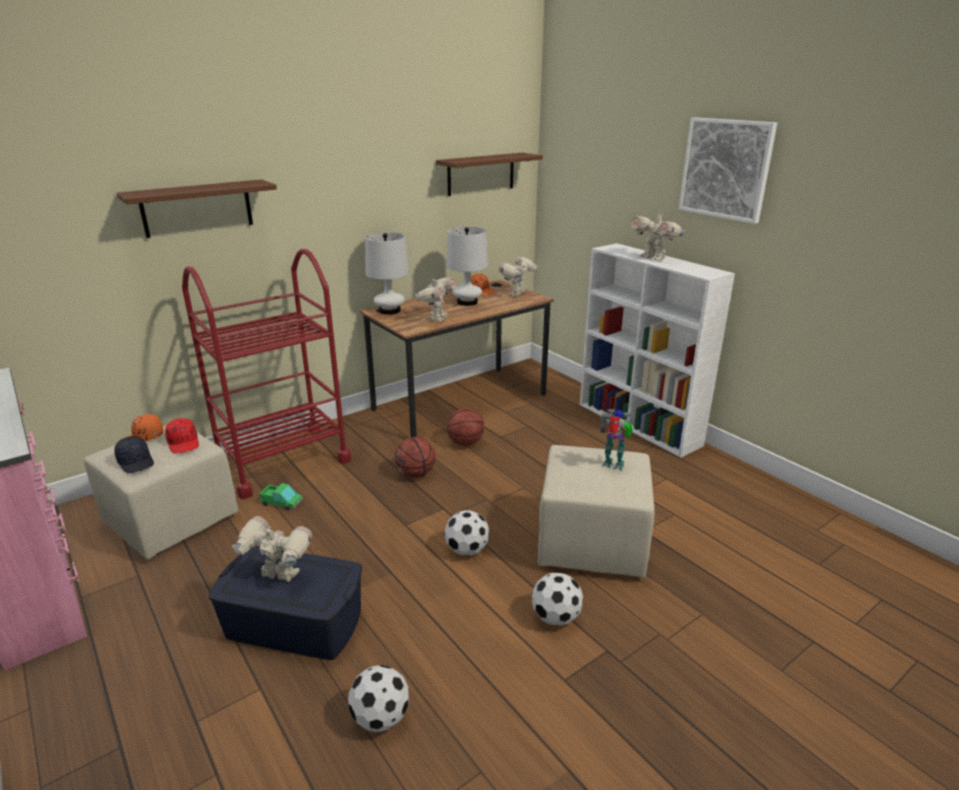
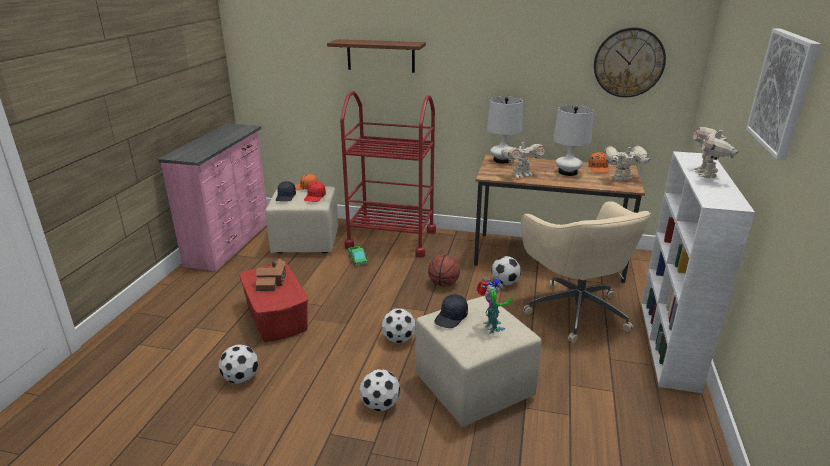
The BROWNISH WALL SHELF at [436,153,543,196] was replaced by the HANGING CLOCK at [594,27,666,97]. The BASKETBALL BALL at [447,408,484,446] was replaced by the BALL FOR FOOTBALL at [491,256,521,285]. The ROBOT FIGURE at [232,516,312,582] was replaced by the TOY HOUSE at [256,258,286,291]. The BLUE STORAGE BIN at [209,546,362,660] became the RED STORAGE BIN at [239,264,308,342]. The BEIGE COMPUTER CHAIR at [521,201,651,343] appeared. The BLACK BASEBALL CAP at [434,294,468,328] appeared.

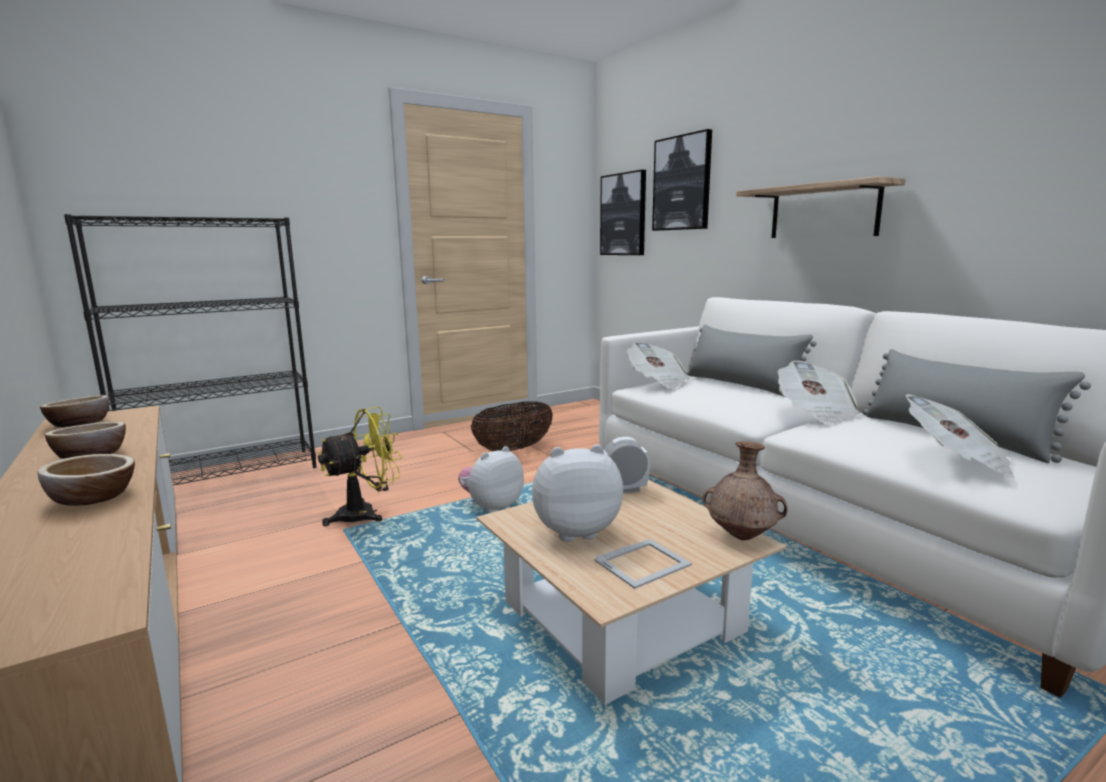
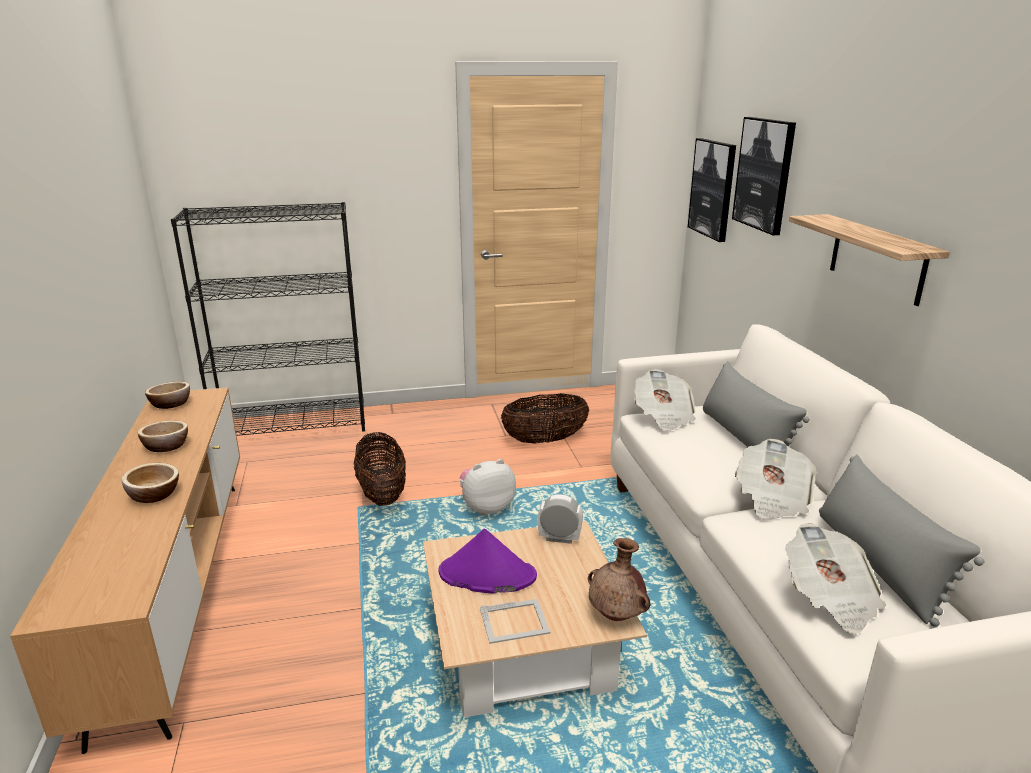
The YELLOW-COLOURED COOLING FAN at [318,407,402,526] was replaced by the STORAGE BASKET at [354,432,406,506]. The SOFT TOY at [532,444,623,541] was replaced by the PURPLE HAT at [439,529,537,593].

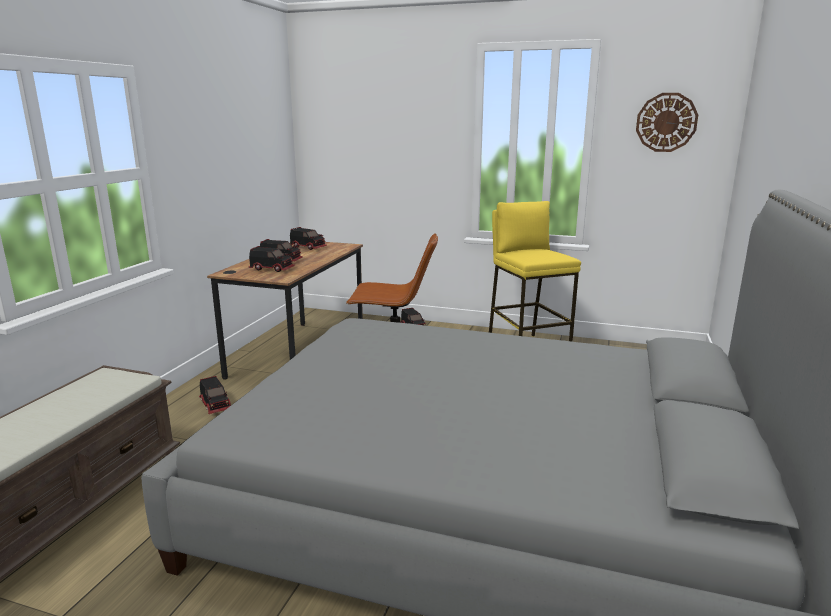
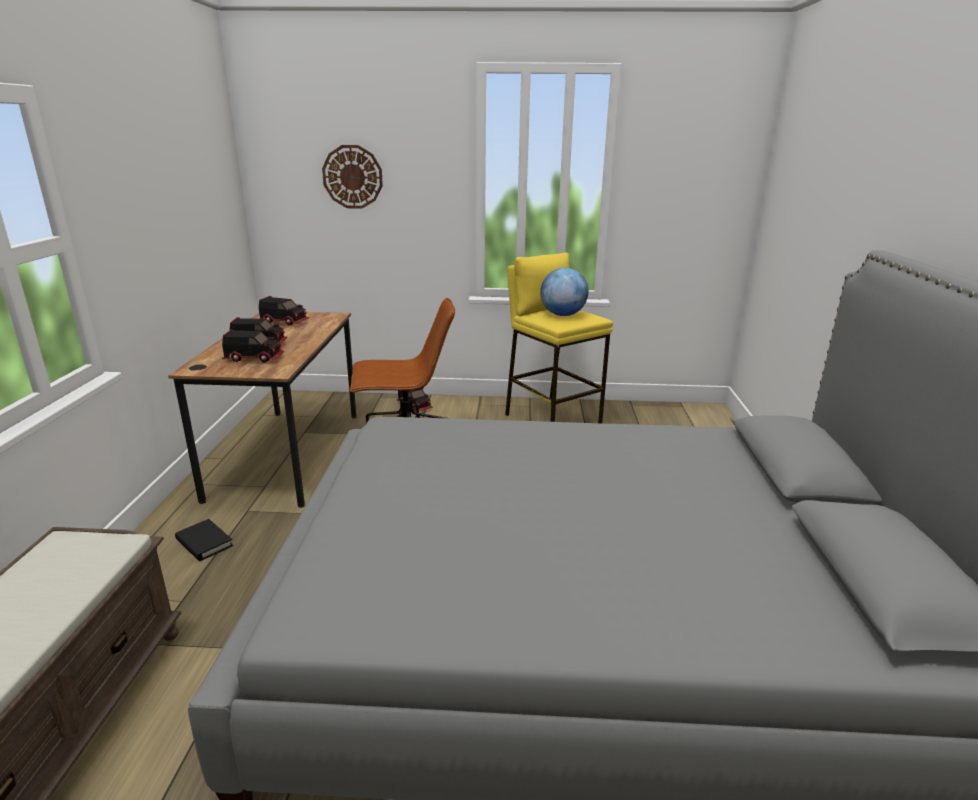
The HANGING CLOCK moved from [636,93,698,152] to [322,145,383,209]. The TOY LORRY at [199,376,231,414] was replaced by the BLACK BOUND BOOK at [175,519,233,561]. The DESK GLOBE at [540,268,588,316] appeared.

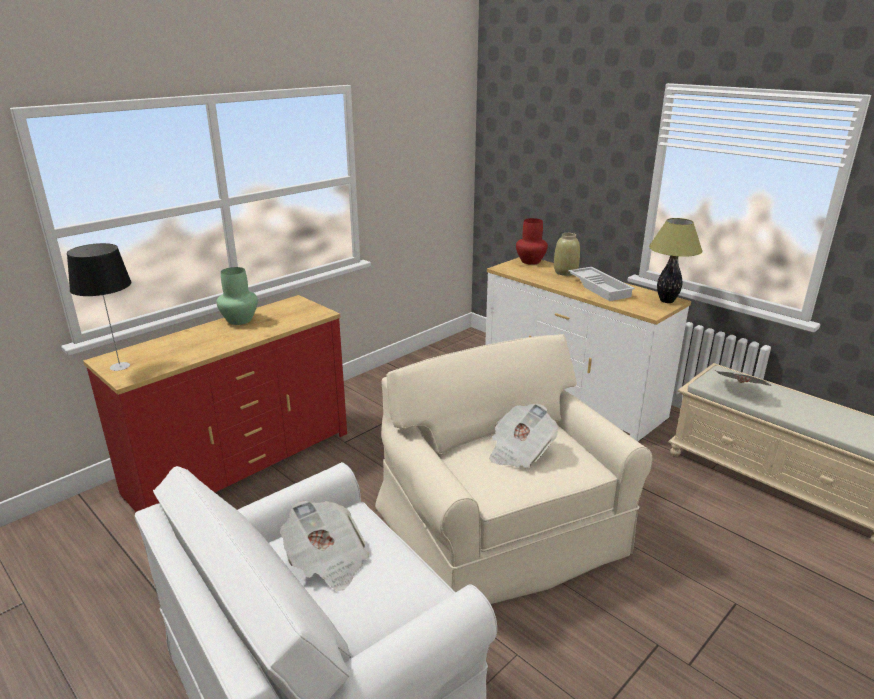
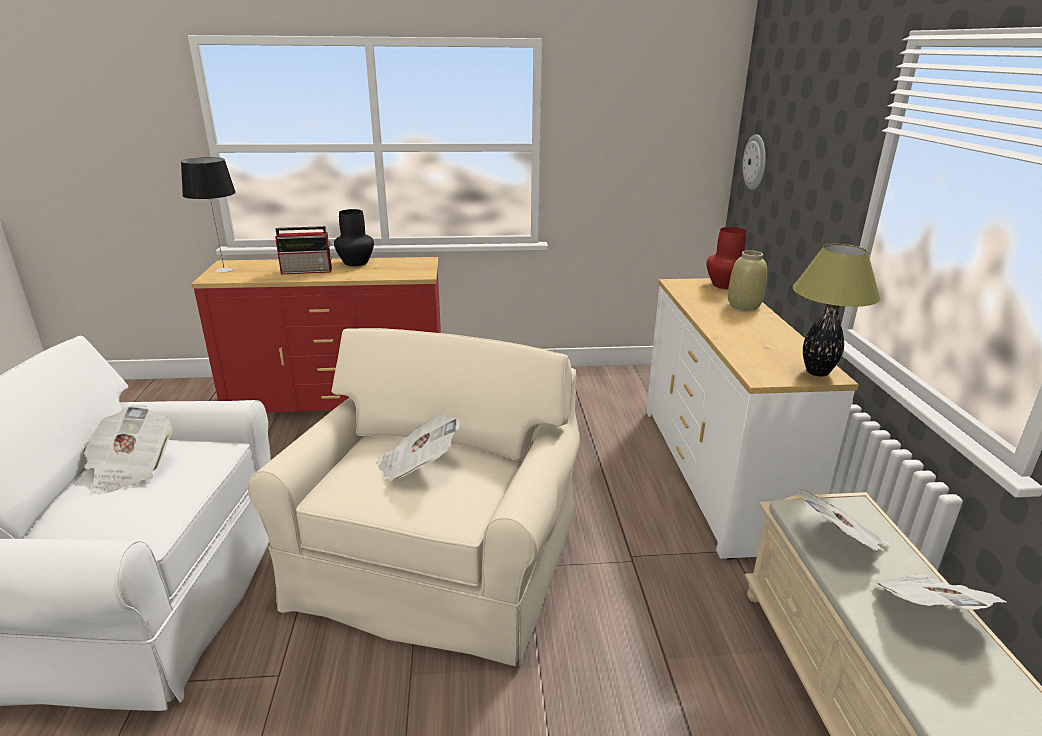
The GREEN VASE at [216,267,258,325] became the BLACK VASE at [334,209,374,266]. The WHITISH CARRYING TRAY at [568,267,635,301] disappeared. The HANGING CLOCK at [742,134,766,190] appeared. The RADIO RECEIVER at [275,226,332,275] appeared. The DAILY PAPER at [874,574,1007,610] appeared.

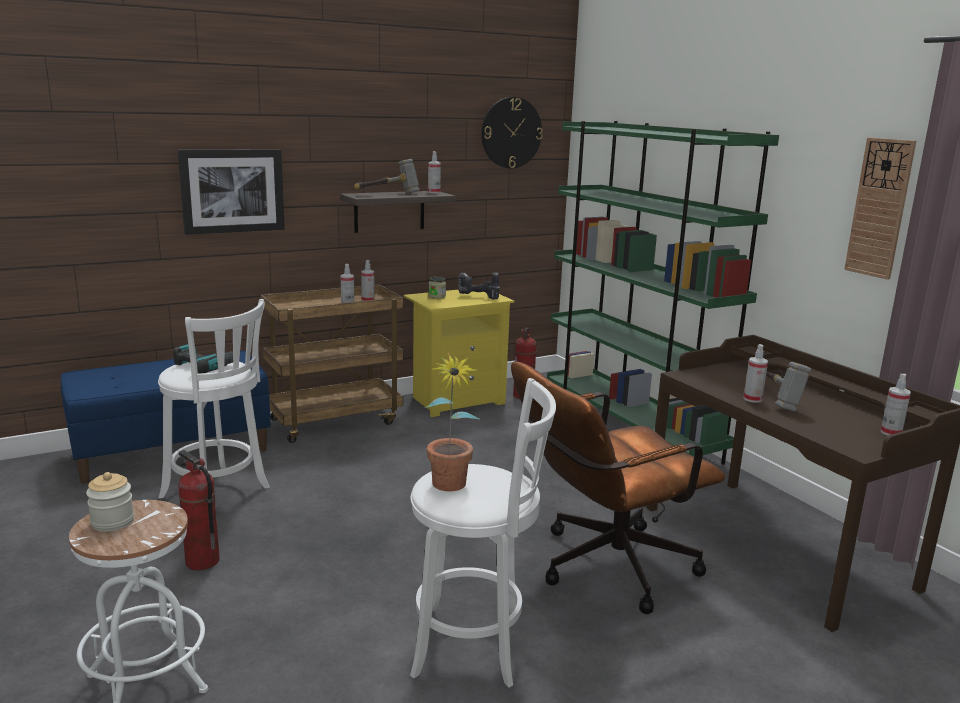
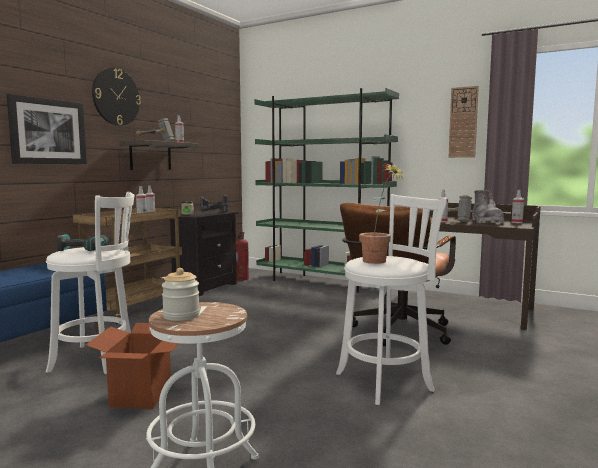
The HANGING CLOCK moved from [481,97,543,169] to [92,68,141,126]. The YELLOW-COLOURED BEDSIDE TABLE at [404,290,514,417] became the BLACK BEDSIDE TABLE at [170,211,238,296]. The FIRE EXTINGUISHER at [178,450,220,570] was replaced by the PACKING BOX at [85,323,179,409]. The GREY BOOT at [472,190,504,223] appeared.

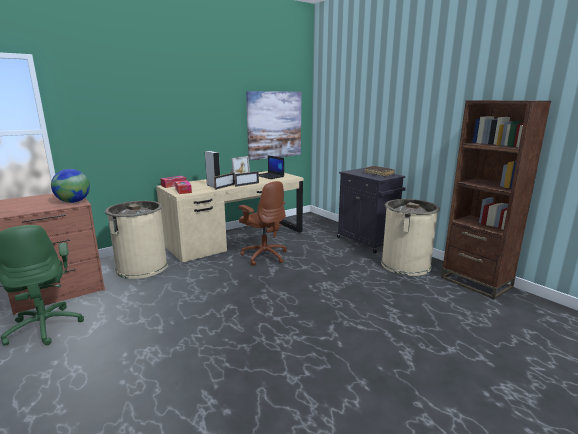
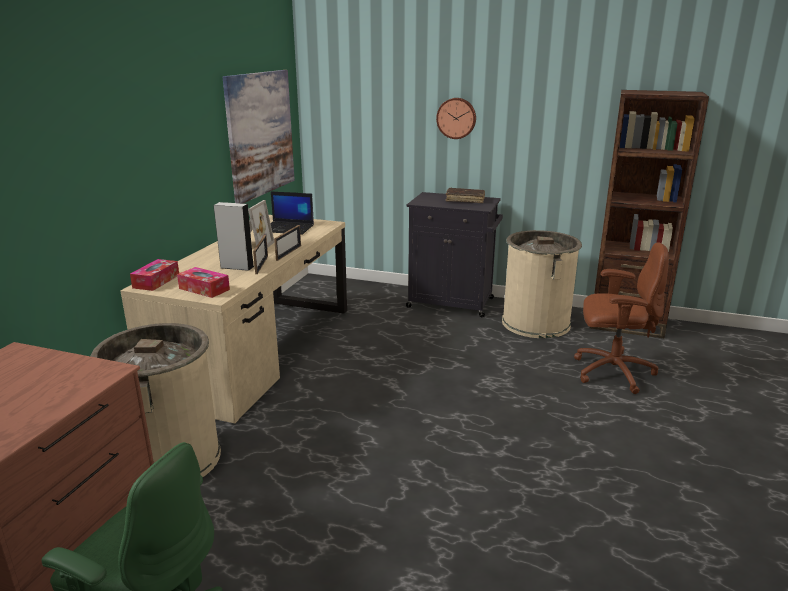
The DESK GLOBE at [51,169,90,203] disappeared. The BROWNISH COMPUTER CHAIR moved from [239,181,287,266] to [574,242,669,394]. The HANGING CLOCK at [436,98,476,139] appeared.

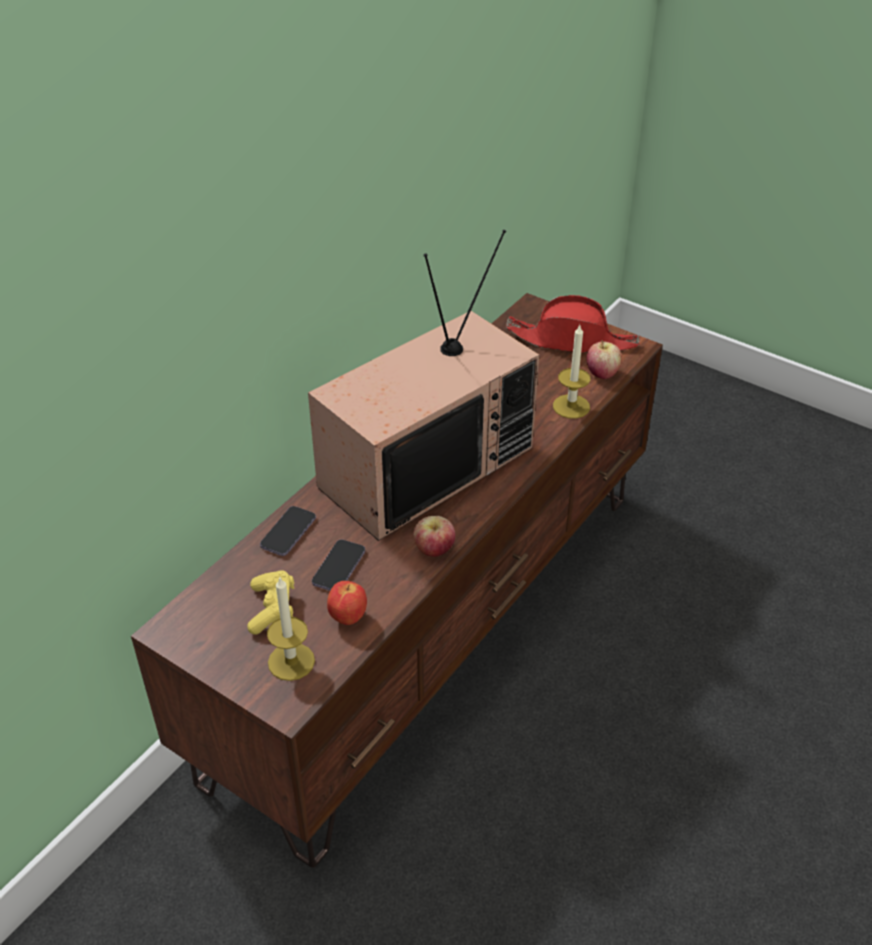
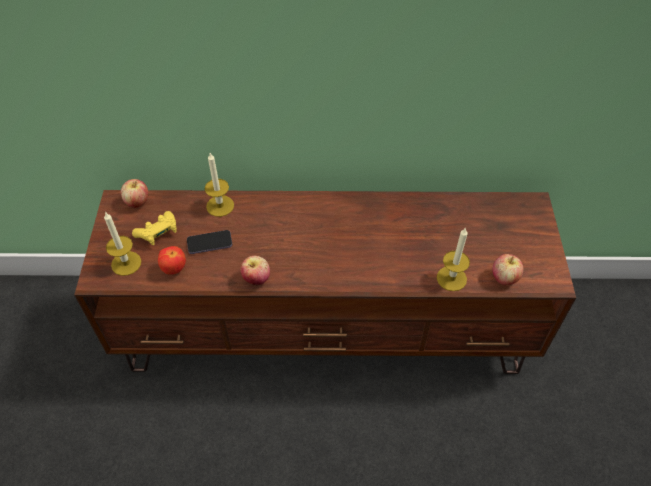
The TV SET at [308,230,539,541] disappeared. The RED HAT at [506,295,640,352] disappeared. The HANDSET at [260,506,316,556] was replaced by the WAX CANDLE at [205,153,234,217]. The APPLE at [121,179,148,208] appeared.

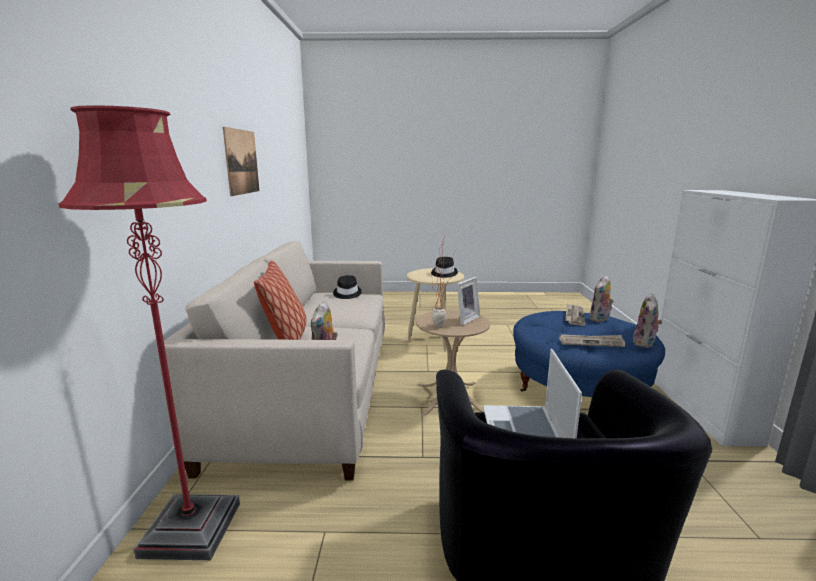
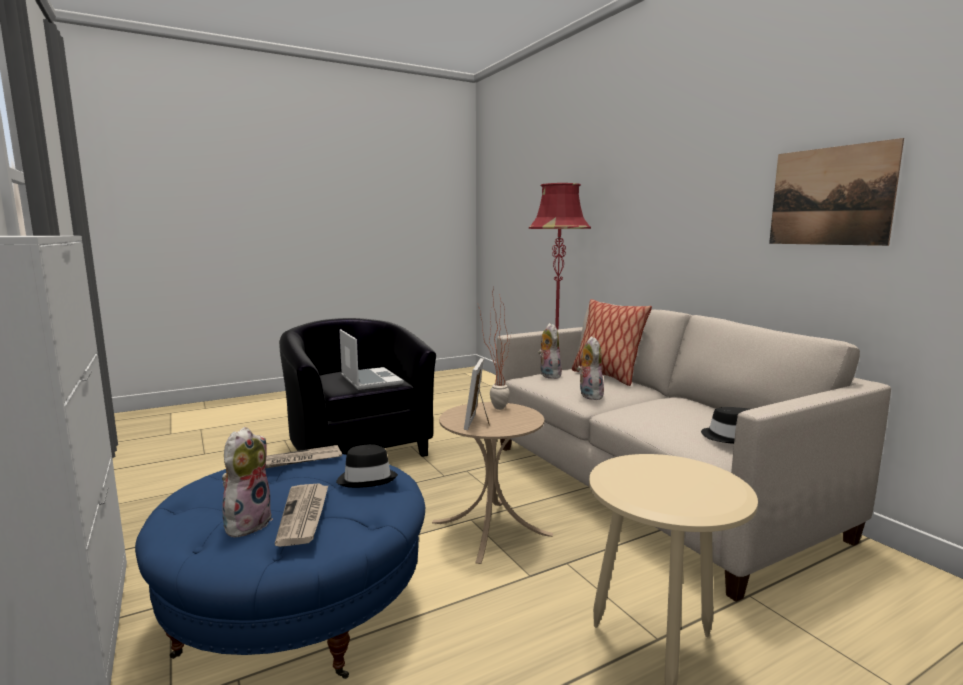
The BLACK HAT moved from [431,257,458,278] to [336,444,398,488]. The SOFT TOY moved from [632,293,662,348] to [577,336,604,400].

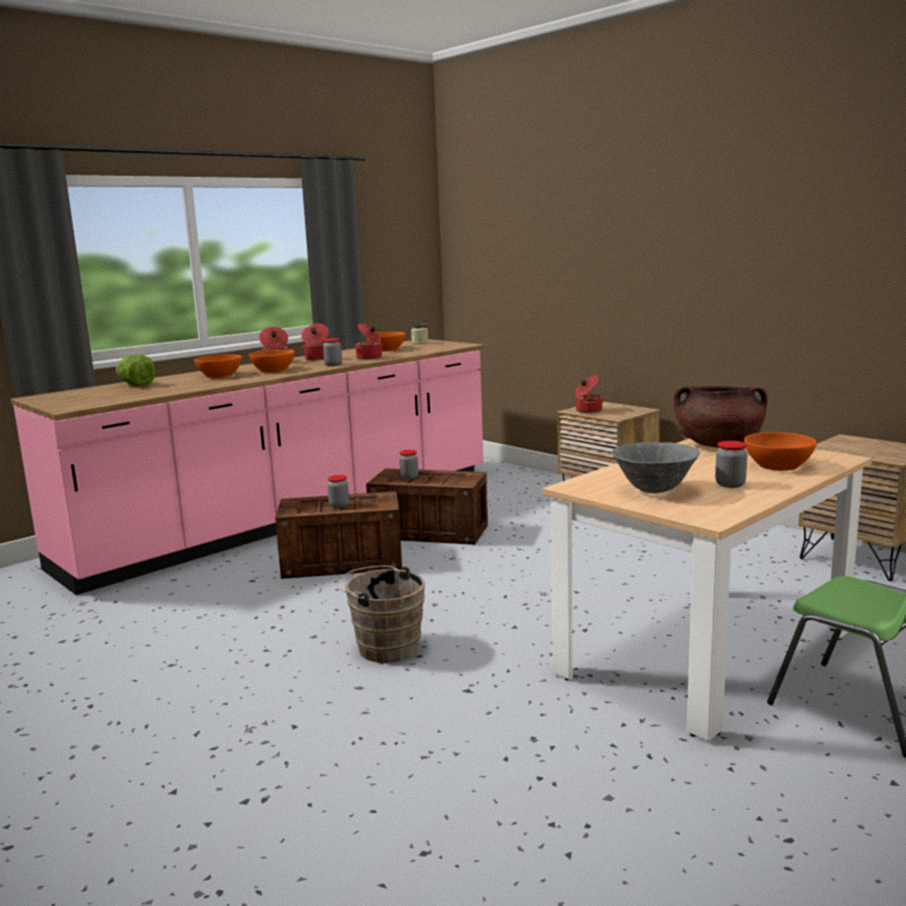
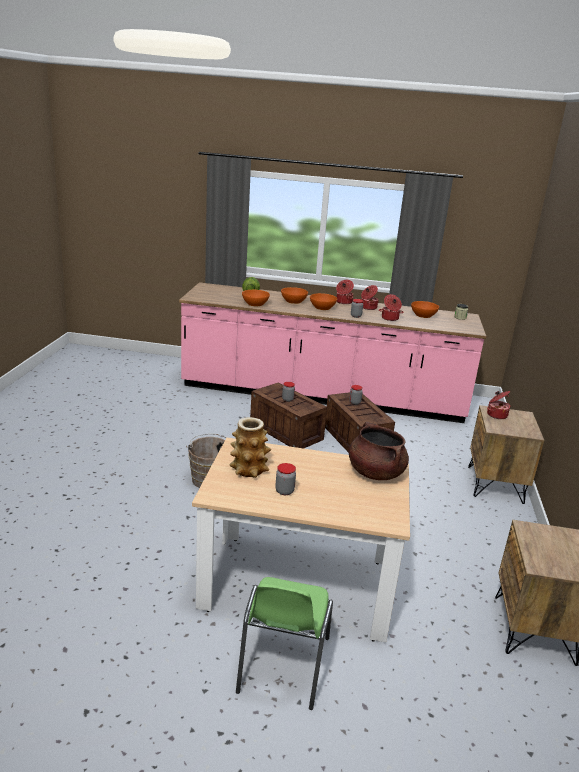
The ORANGE-COLOURED SERVING BOWL moved from [744,432,817,471] to [242,290,270,306]. The GREY SERVING BOWL at [611,442,700,493] was replaced by the VASE at [230,417,271,478].

